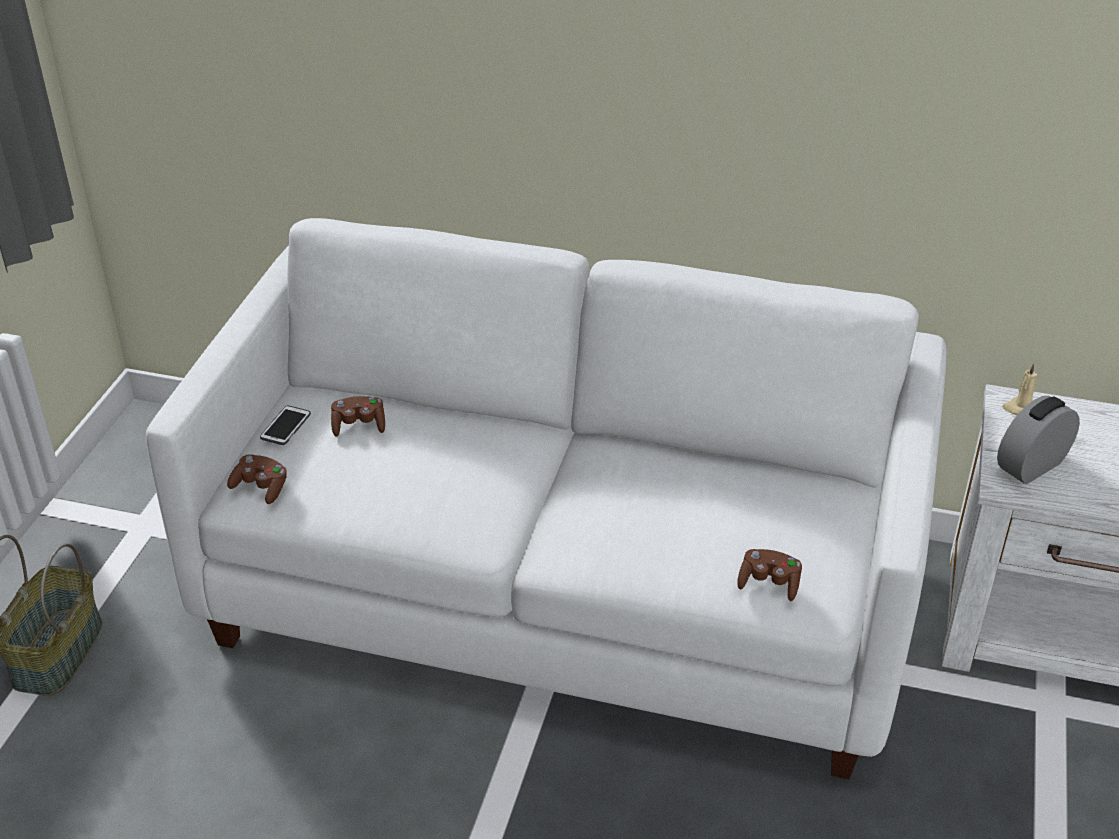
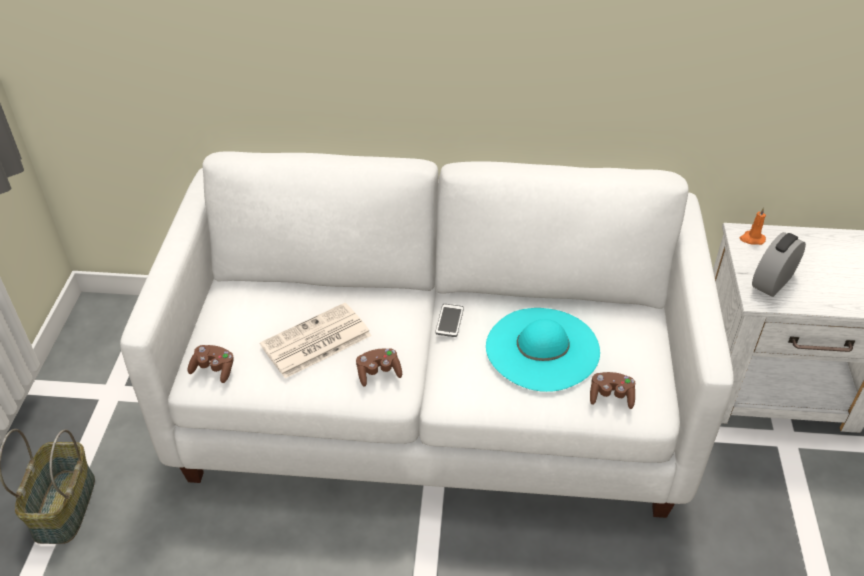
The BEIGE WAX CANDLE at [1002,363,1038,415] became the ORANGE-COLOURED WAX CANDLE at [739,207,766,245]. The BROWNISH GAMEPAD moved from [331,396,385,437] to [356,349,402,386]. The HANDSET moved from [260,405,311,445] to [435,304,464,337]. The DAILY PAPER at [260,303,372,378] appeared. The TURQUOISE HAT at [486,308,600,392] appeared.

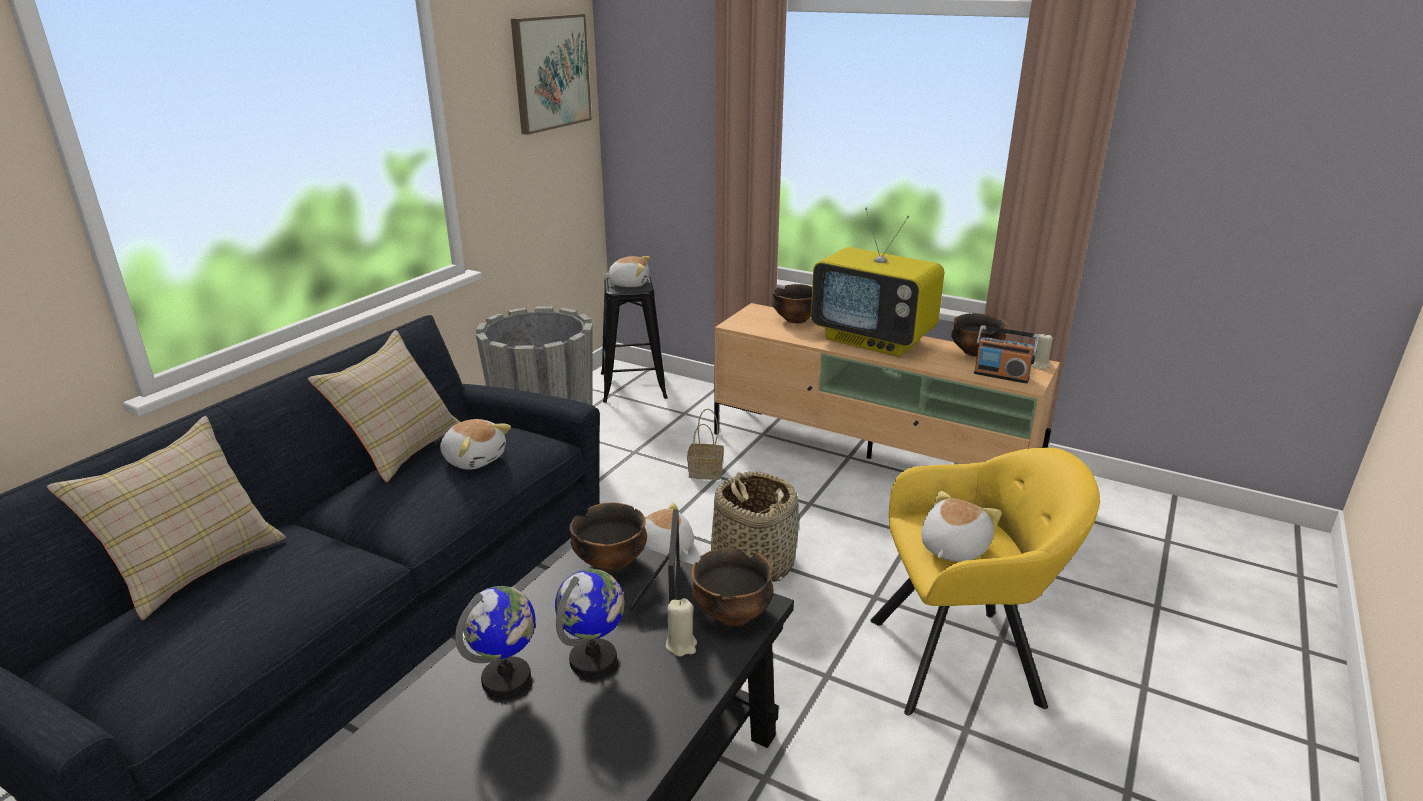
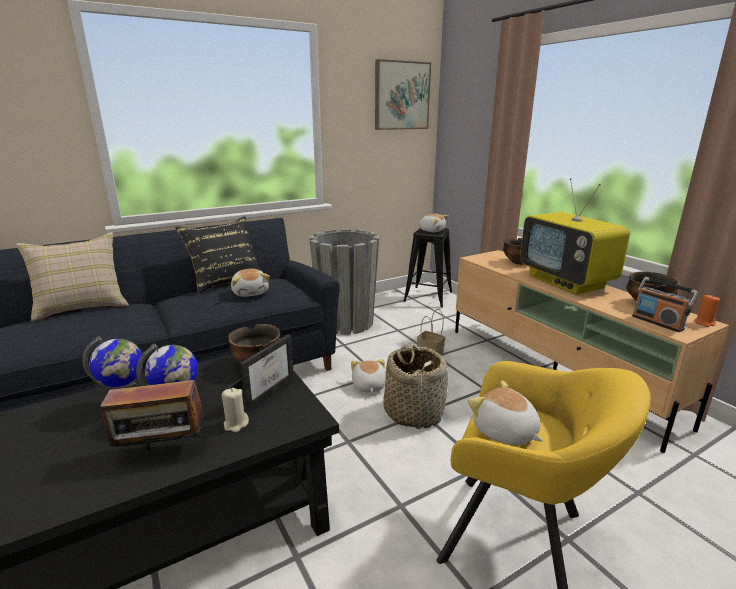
The BEIGE CUSHION at [308,330,460,482] became the BLACK CUSHION at [175,216,262,293]. The BEIGE WAX CANDLE at [1031,333,1053,370] became the ORANGE-COLOURED WAX CANDLE at [694,295,720,327]. The SOFT TOY at [921,491,1002,562] turned 105 degrees counterclockwise. The SERVING BOWL at [691,549,774,626] disappeared. The RADIO RECEIVER at [100,371,205,456] appeared.

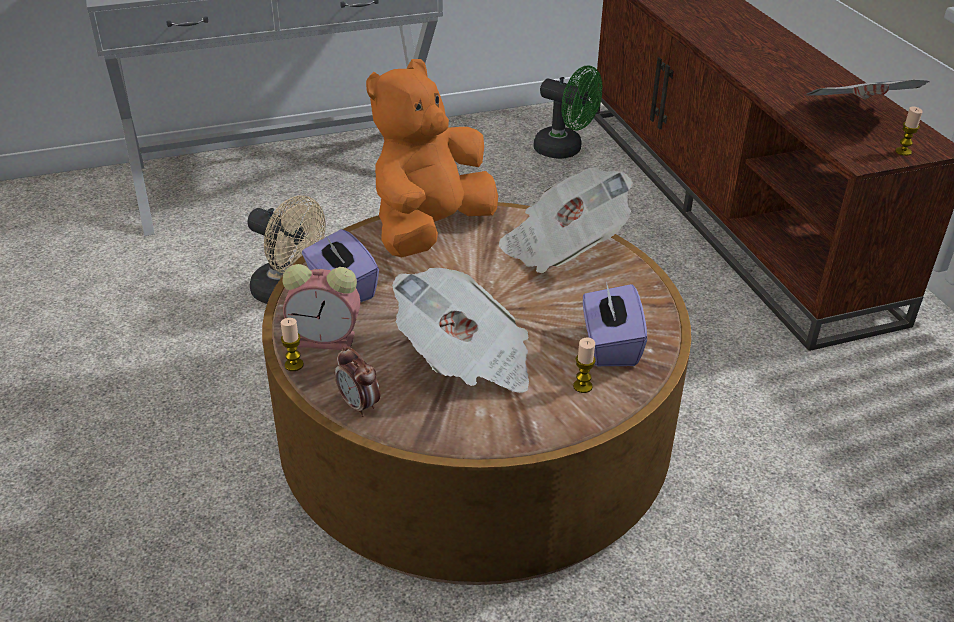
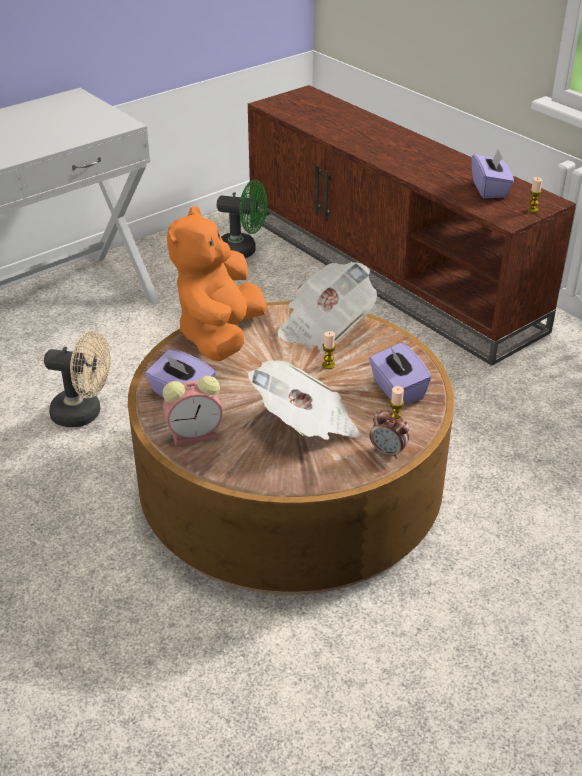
The DAILY PAPER at [807,80,930,100] was replaced by the PURPLE BOX OF TISSUES at [472,148,514,198]. The WAX CANDLE moved from [281,318,304,371] to [322,331,336,369]. The BEDSIDE CLOCK moved from [335,346,380,417] to [370,410,409,459].

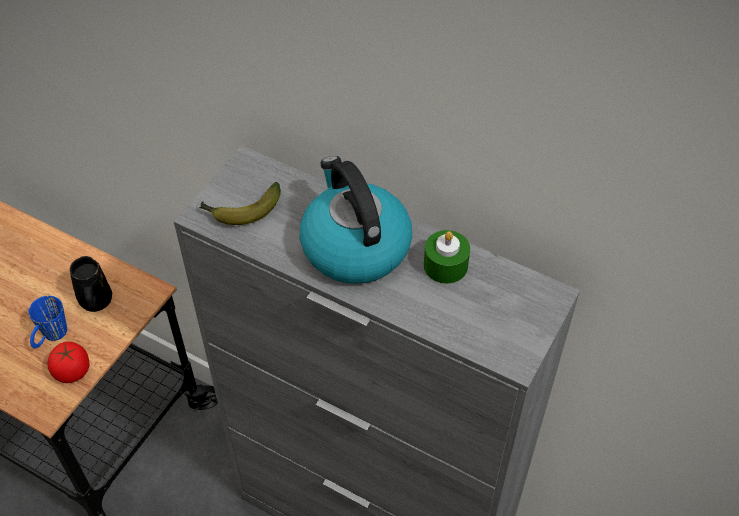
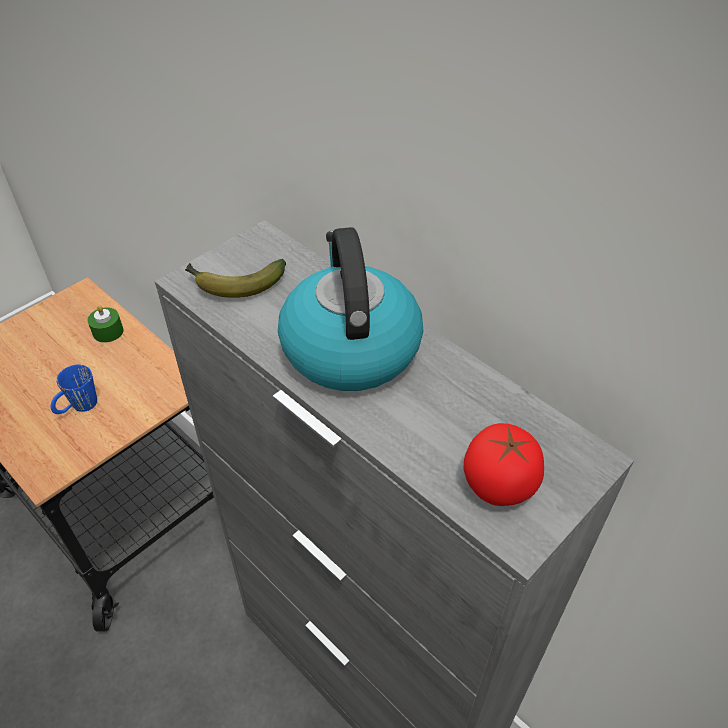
The GREEN WAX CANDLE moved from [424,230,470,284] to [88,305,123,343]. The BLACK MUG at [70,256,112,312] disappeared. The FRESH TOMATO moved from [47,342,89,383] to [464,423,544,506].

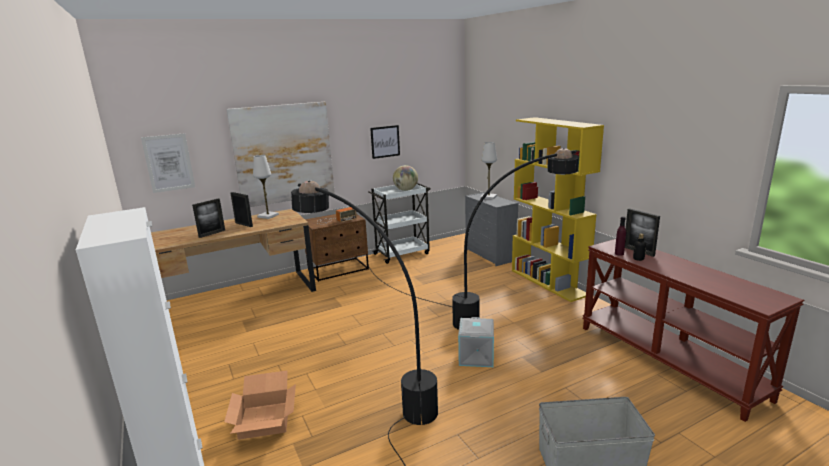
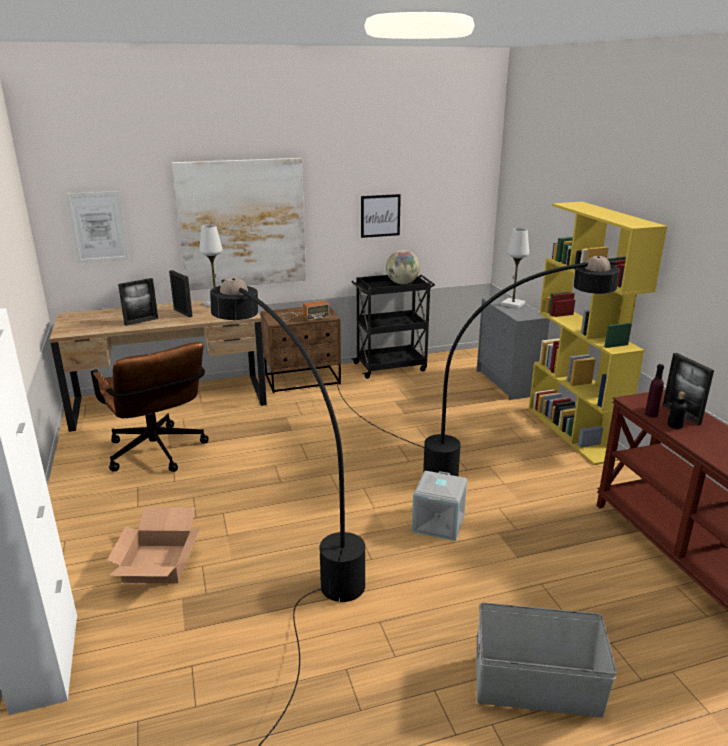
The WHITISH TROLLEY at [368,183,431,264] became the BLACK TROLLEY at [351,275,435,379]. The BROWNISH COMPUTER CHAIR at [91,342,209,472] appeared.

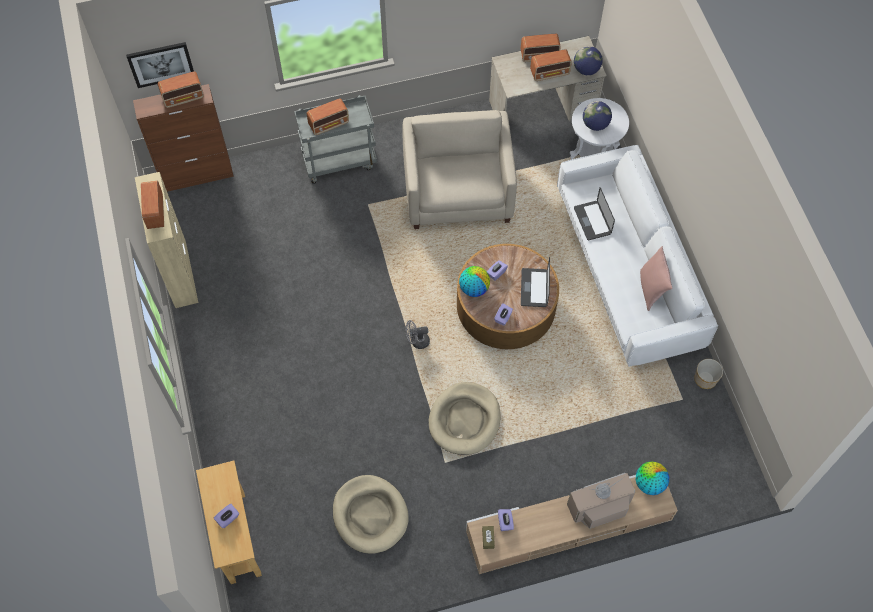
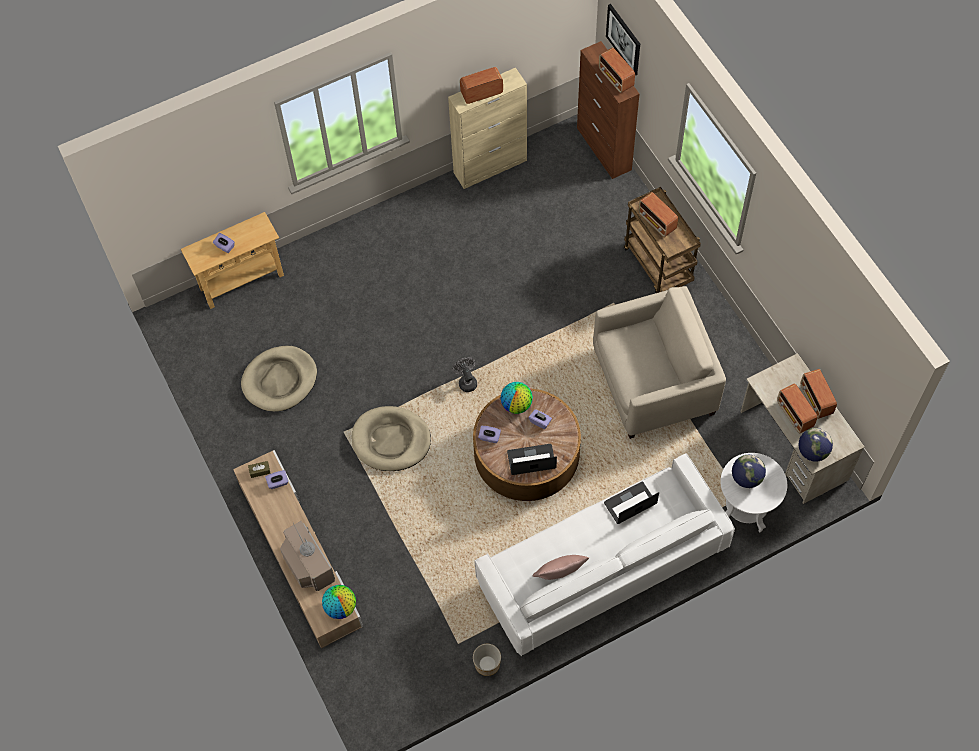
The GREY TROLLEY at [294,95,377,184] became the BROWNISH TROLLEY at [624,187,701,293].

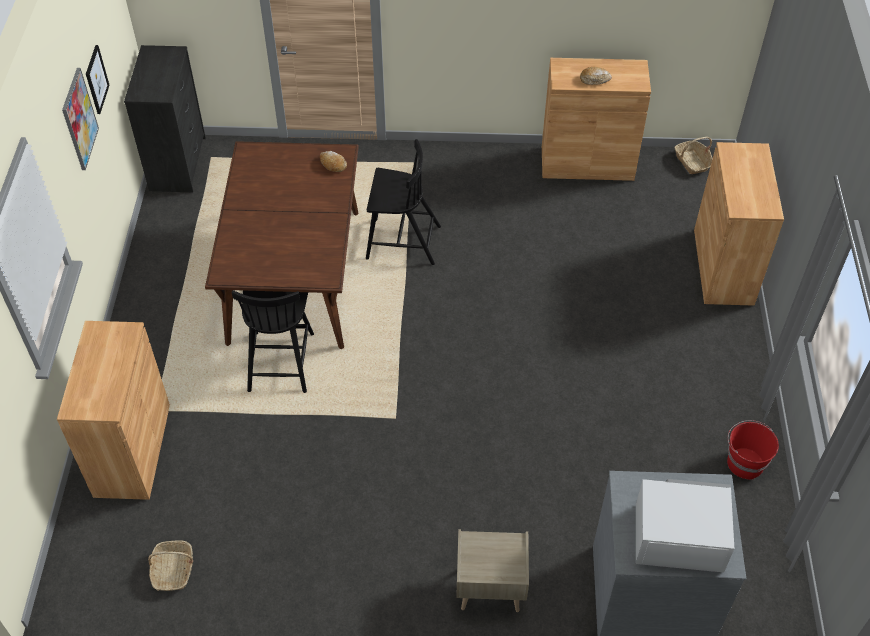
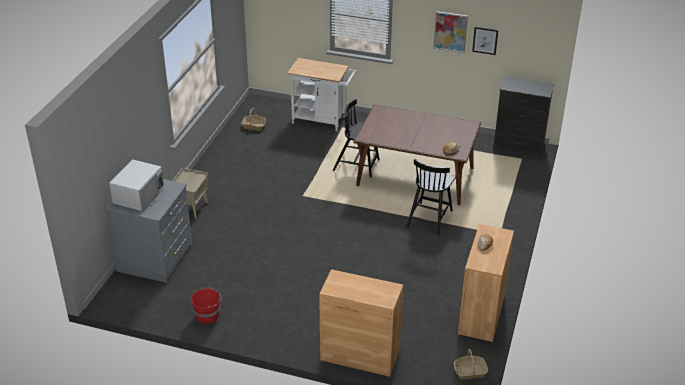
The BROWNISH STORAGE CABINET at [57,321,170,500] was replaced by the WHITISH TROLLEY at [287,58,357,131].

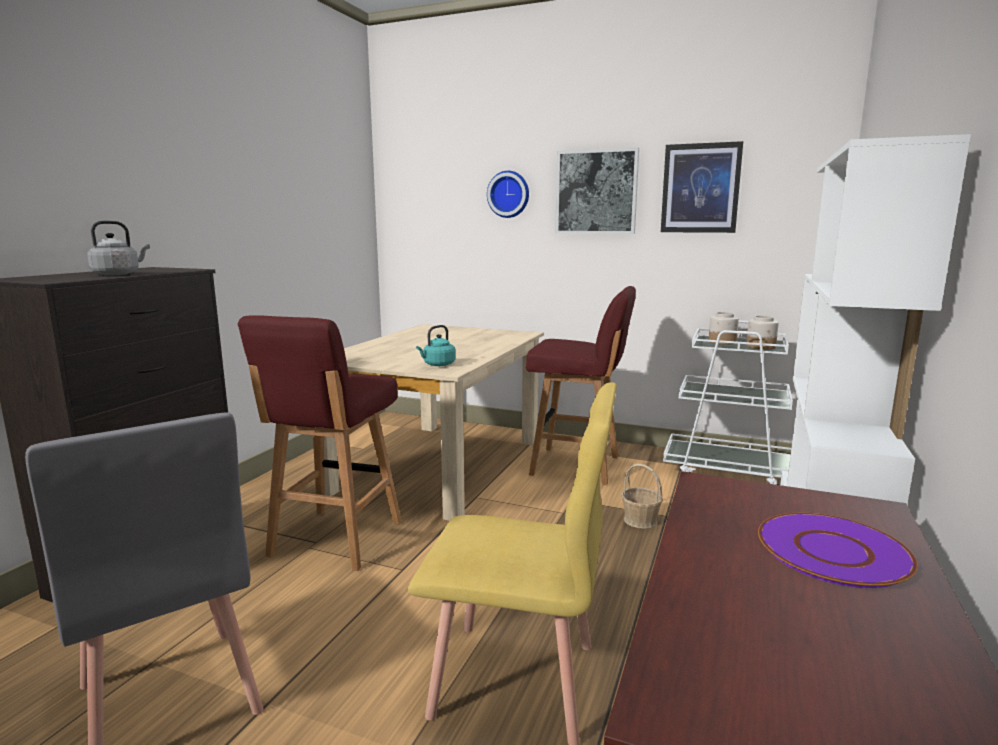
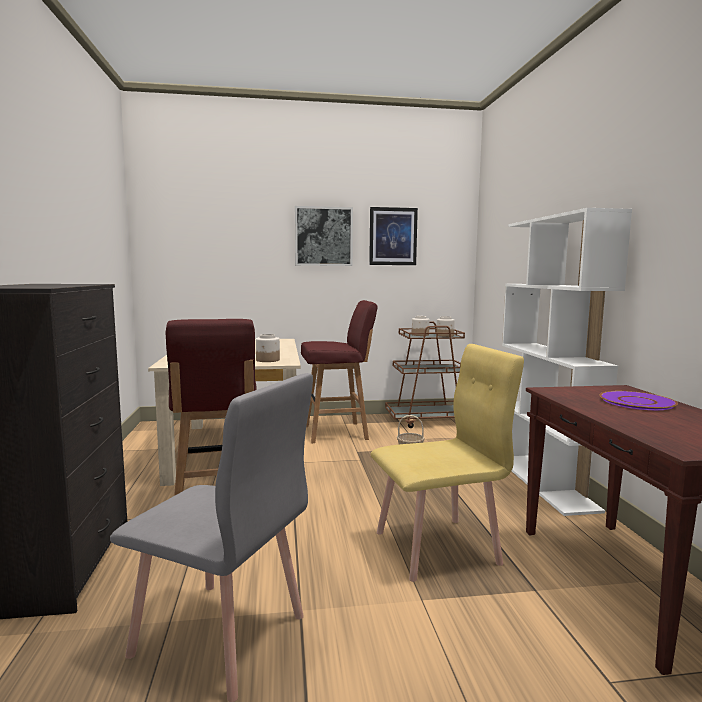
The HANGING CLOCK at [487,171,529,218] disappeared. The GREY TEA KETTLE at [87,220,150,275] disappeared. The WHITISH TROLLEY at [663,320,793,485] became the BROWNISH TROLLEY at [385,321,465,428]. The TURQUOISE TEA KETTLE at [416,325,456,366] was replaced by the JAR at [256,334,280,362].

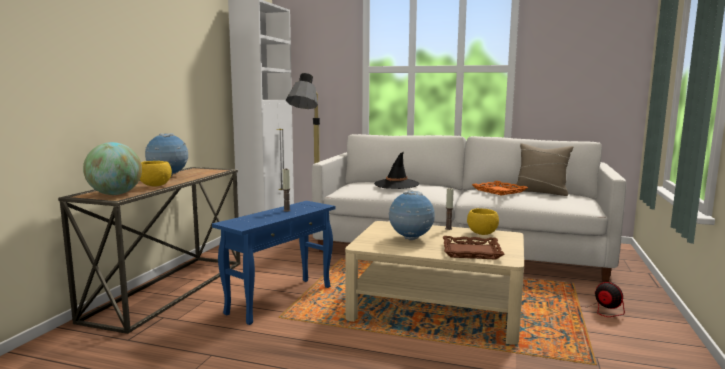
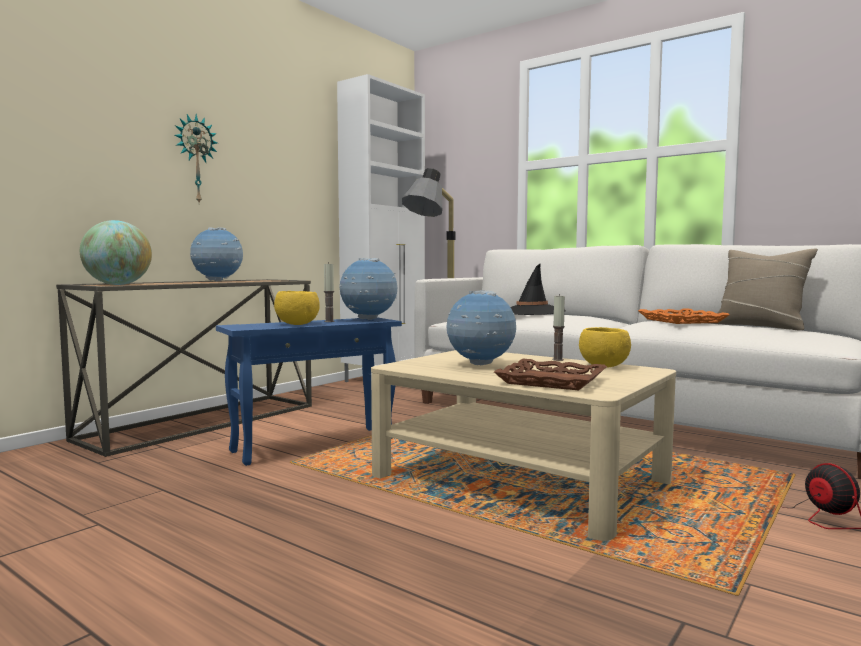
The YELLOW-COLOURED SERVING BOWL moved from [140,161,172,186] to [274,291,320,325]. The HANGING CLOCK at [174,114,218,202] appeared. The DESK GLOBE at [339,258,397,320] appeared.

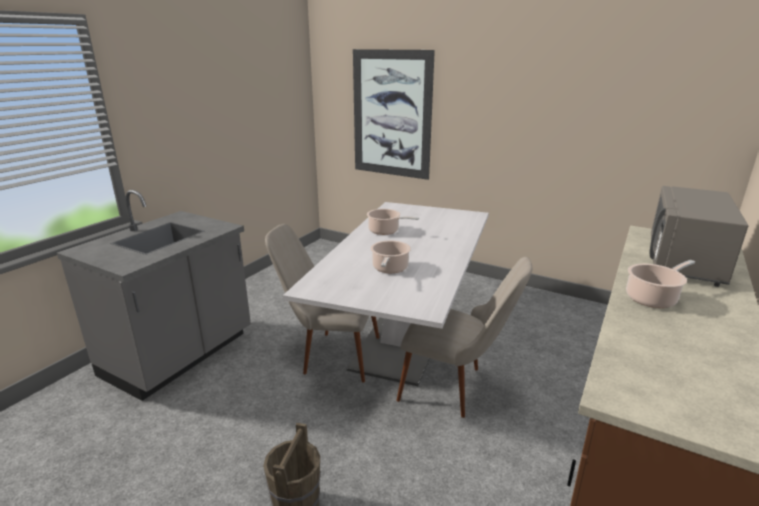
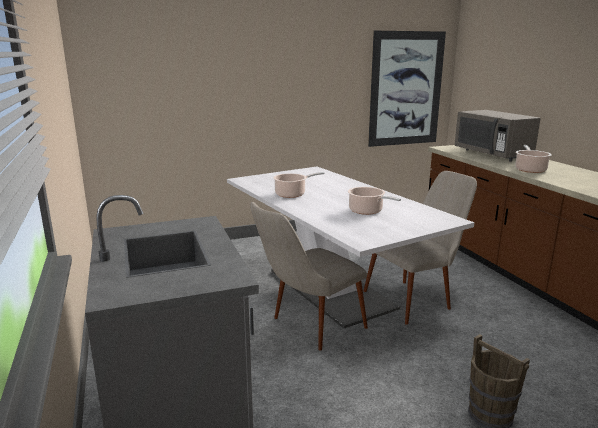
The WALL PICTURE moved from [353,49,435,180] to [368,31,446,147].

